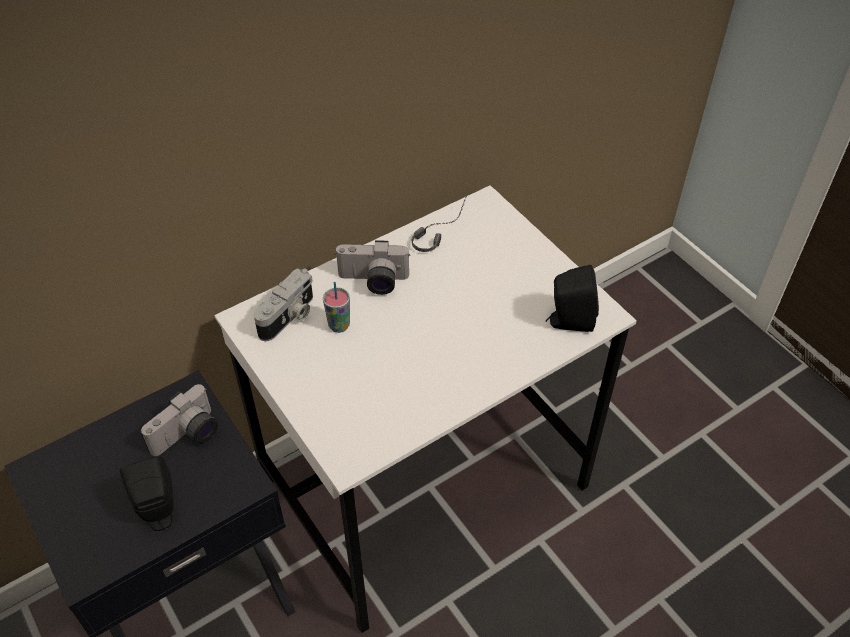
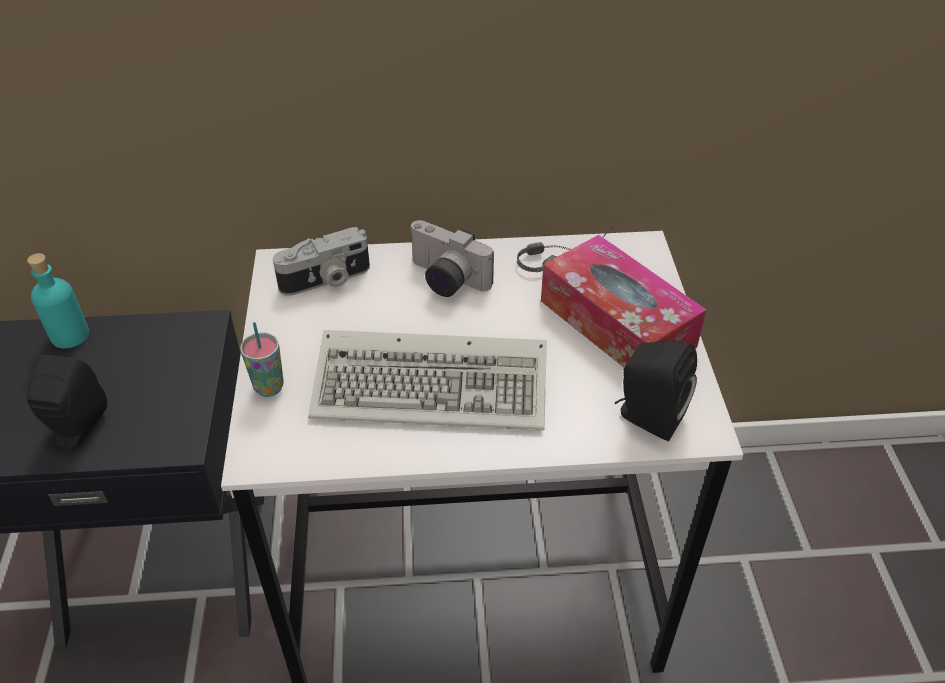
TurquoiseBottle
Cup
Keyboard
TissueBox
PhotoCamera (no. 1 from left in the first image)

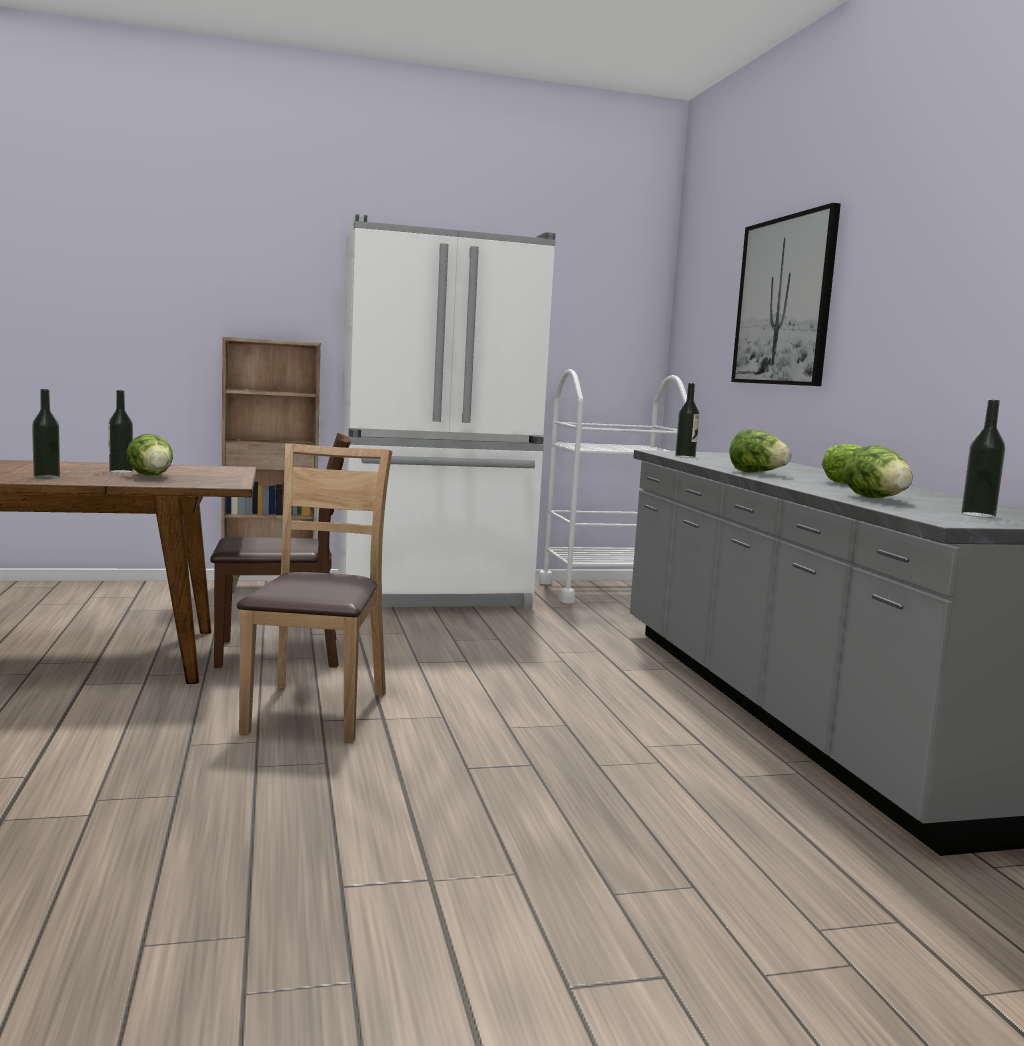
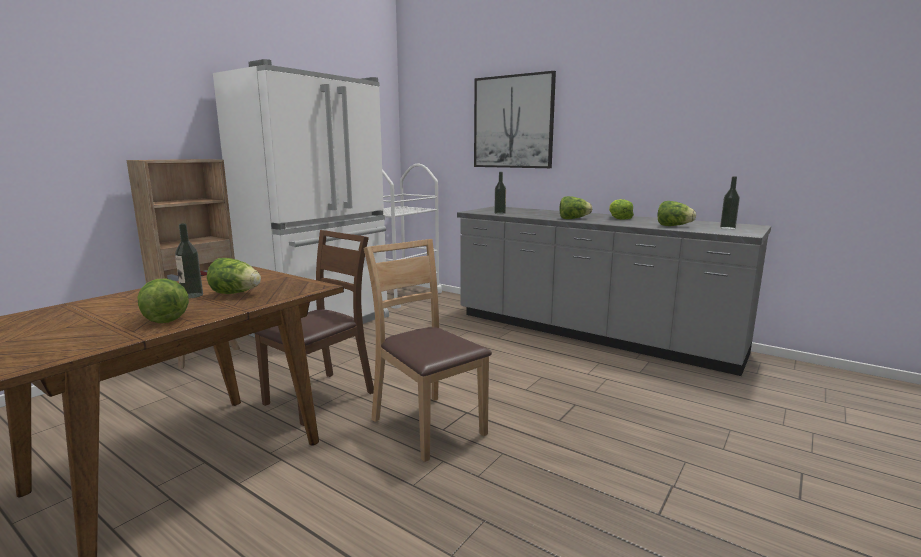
Lettuce (no. 1 from left)

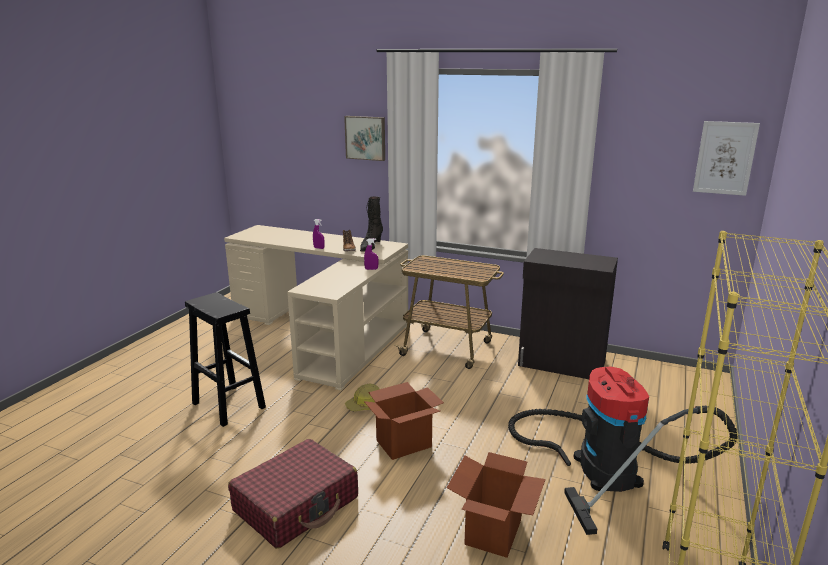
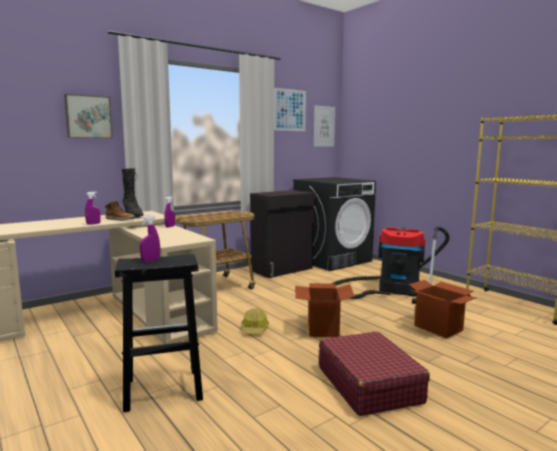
PurpleSprayBottle (no. 2 from left)
Picture (no. 2 from left)
BlackWashingMachine

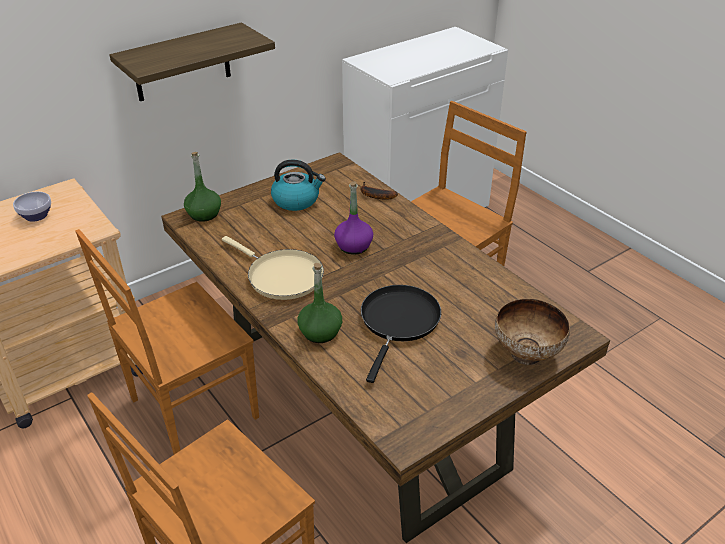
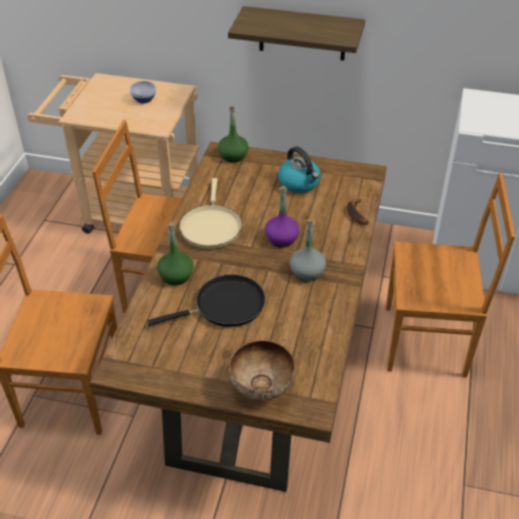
GreyBottle

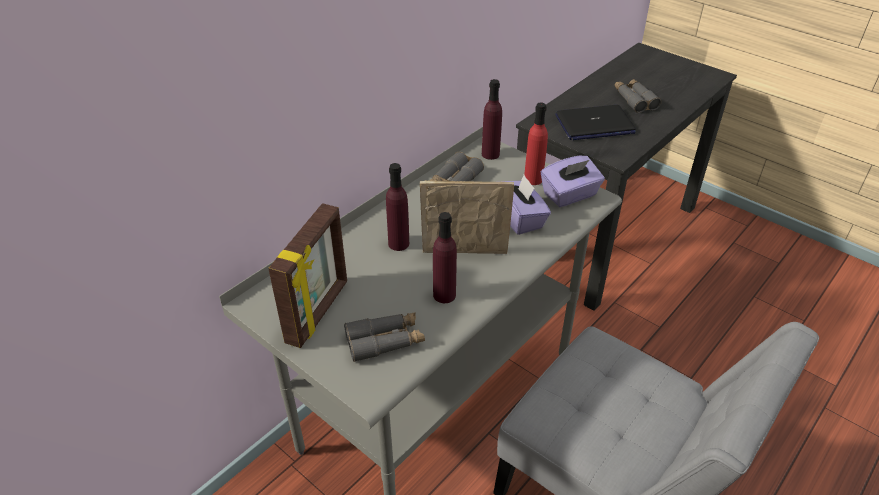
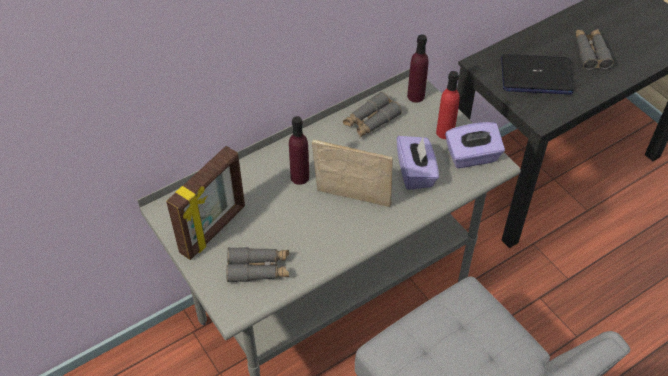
PurpleBottle (no. 2 from left in the first image)

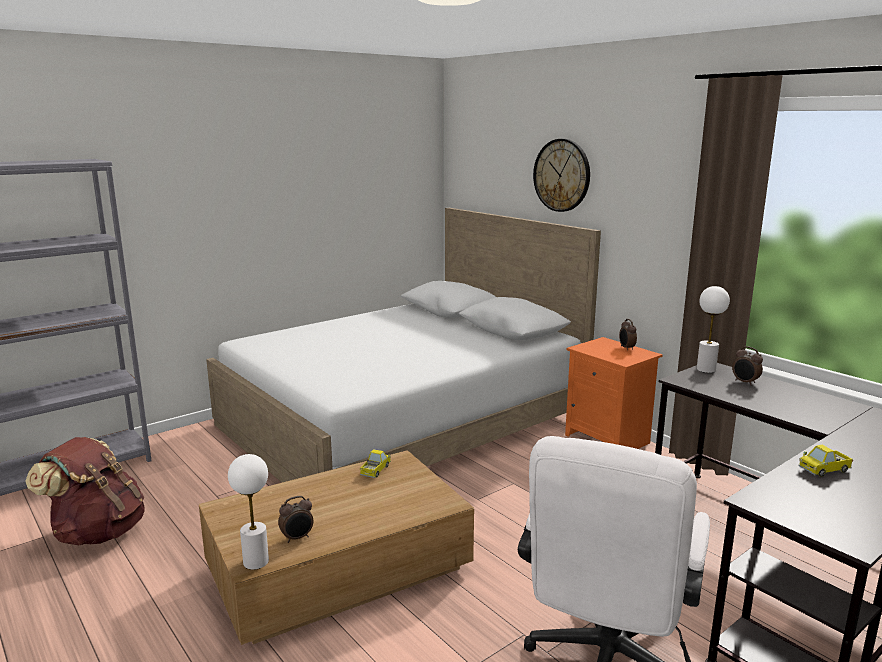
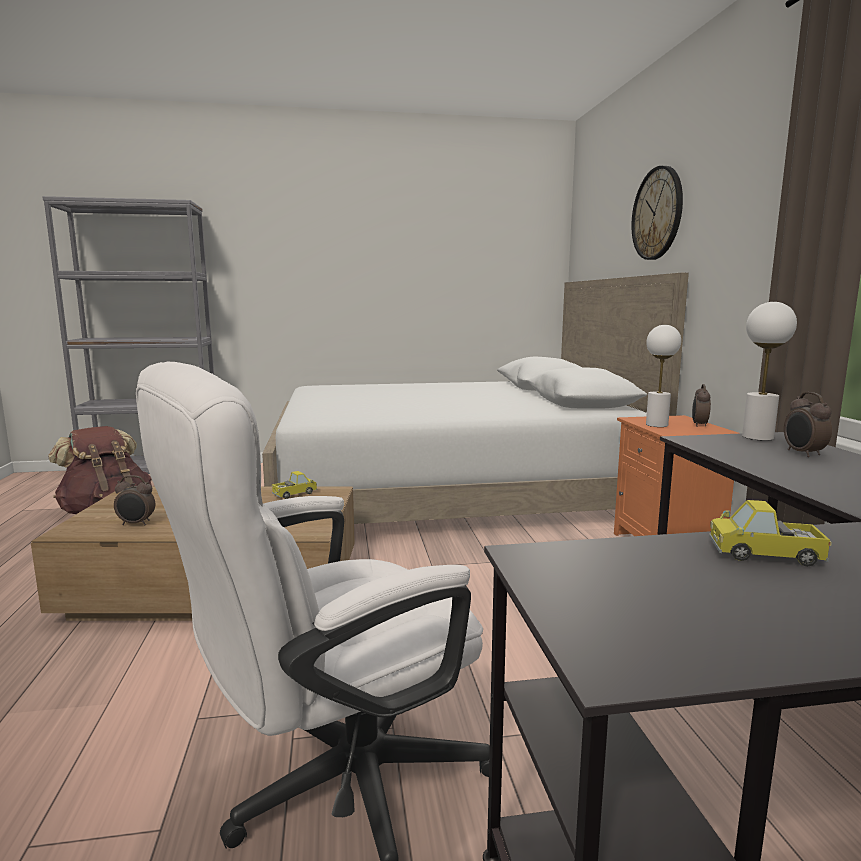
WhiteTableLamp (no. 1 from left)

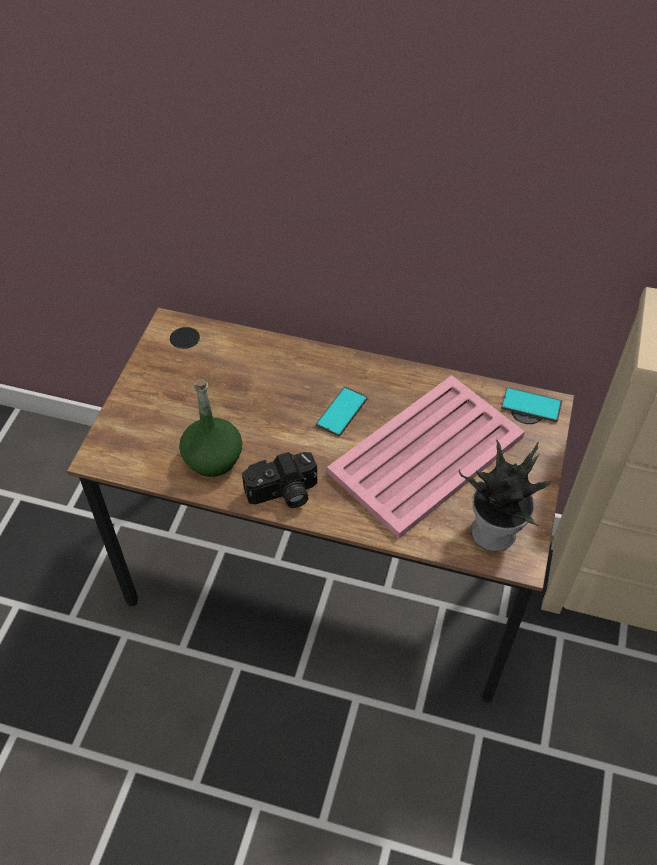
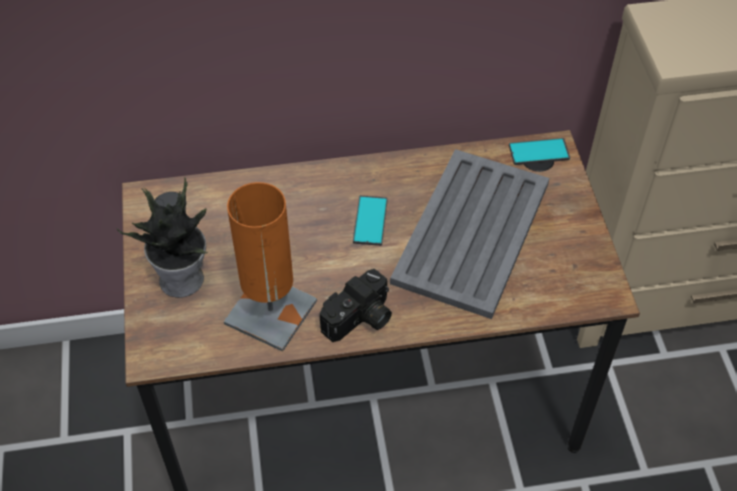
PottedPlant
OrangeTableLamp
GreyTray

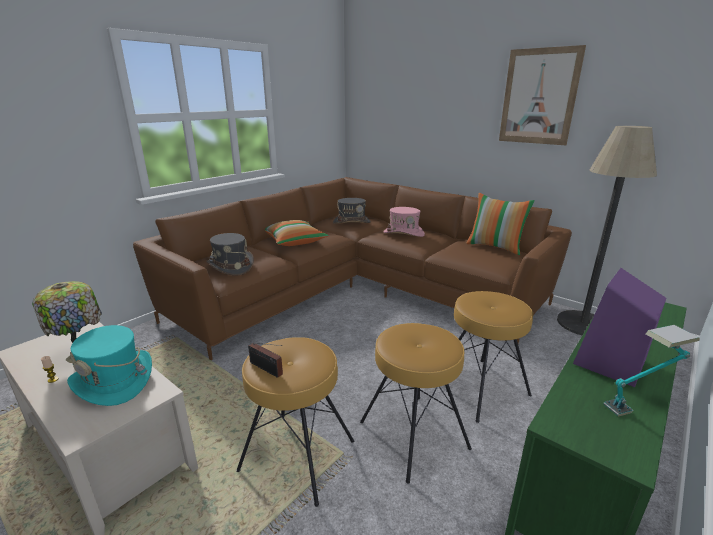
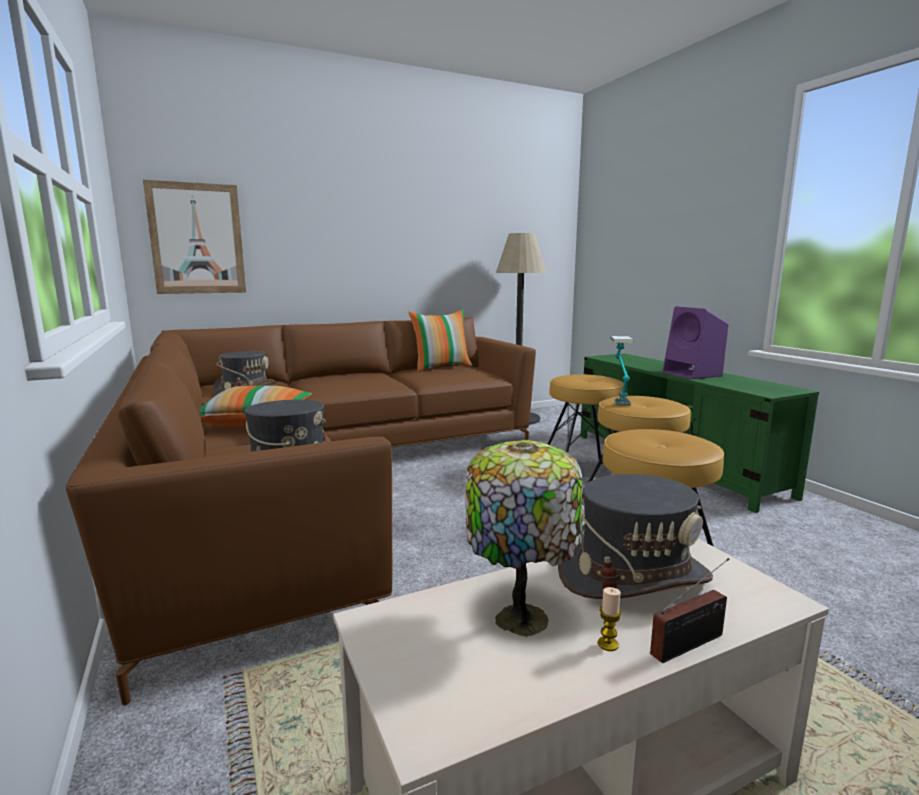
Picture
GreyHat (no. 3 from left)
TableLamp (no. 2 from left)
Radio
PinkHat

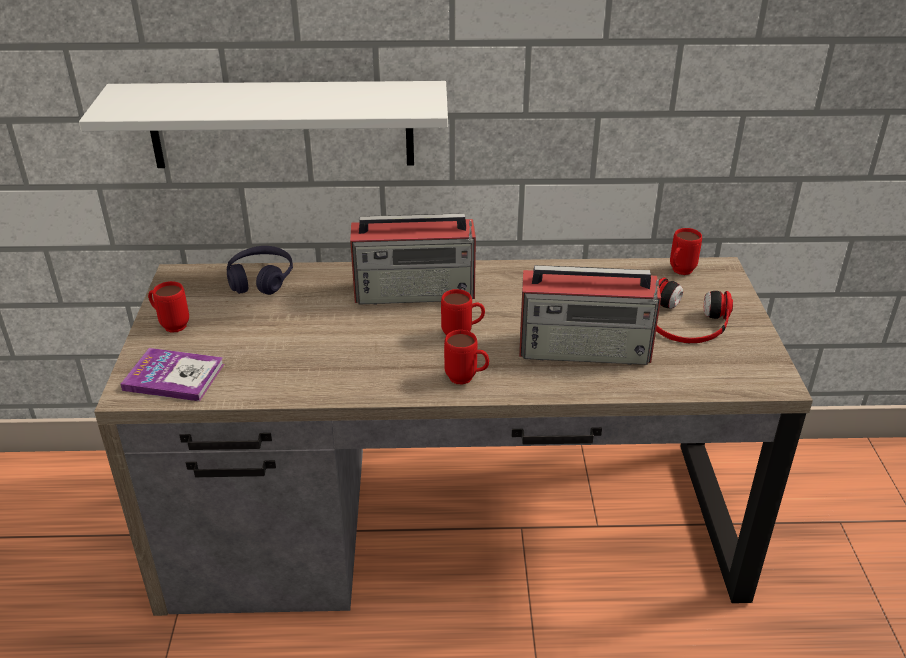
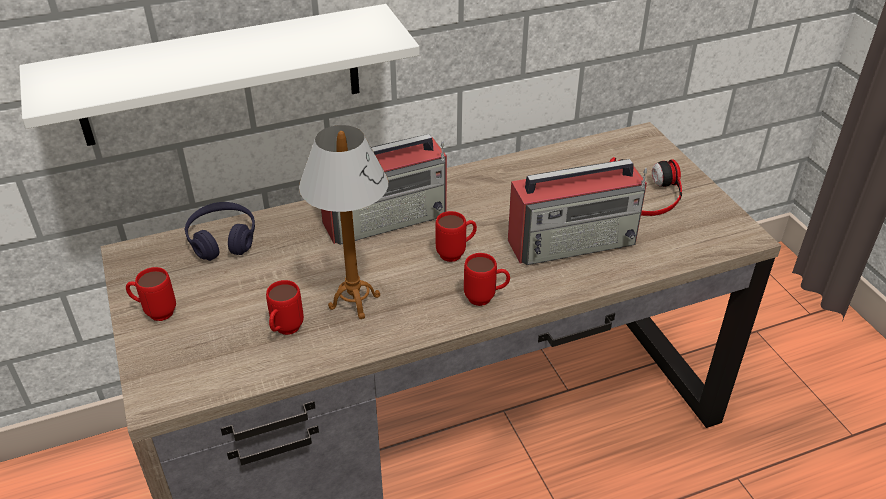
RedMug (no. 2 from left)
TableLamp
Book

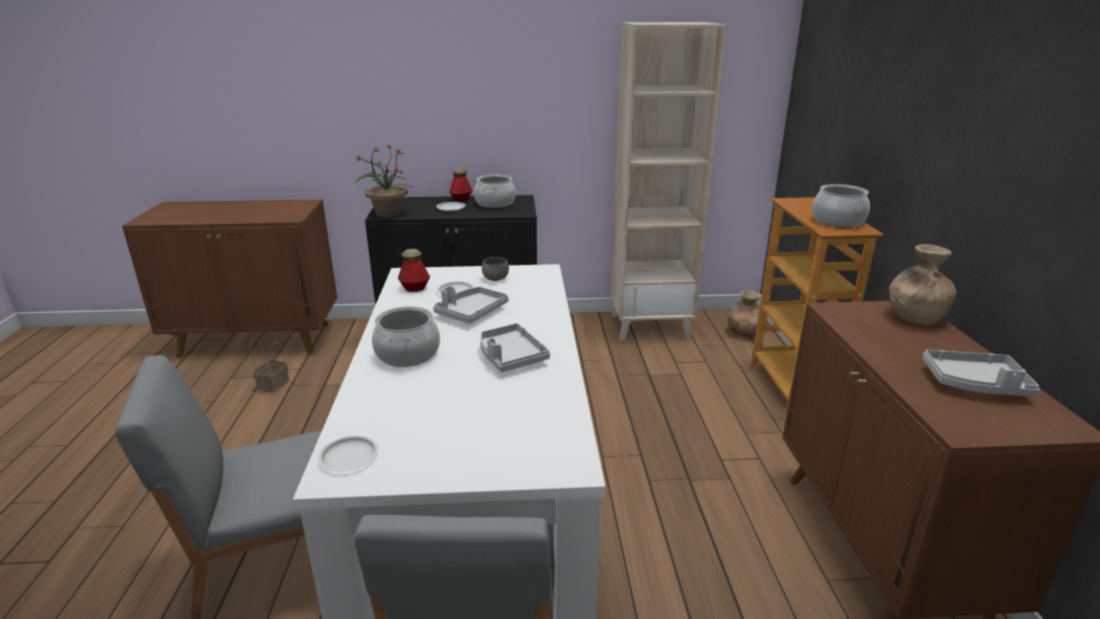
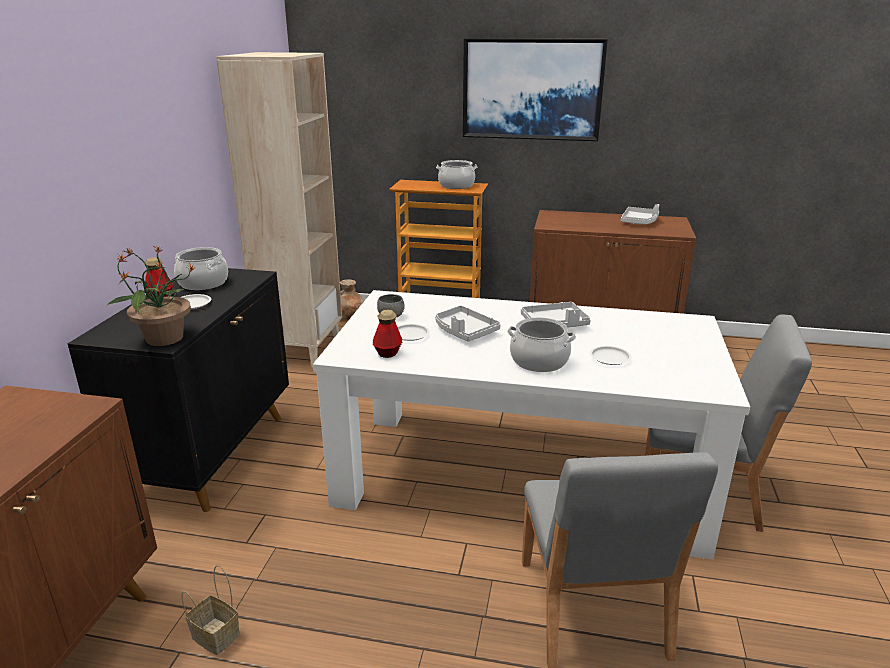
Picture
WhitePlate (no. 3 from left)
BrownVase (no. 2 from left in the first image)

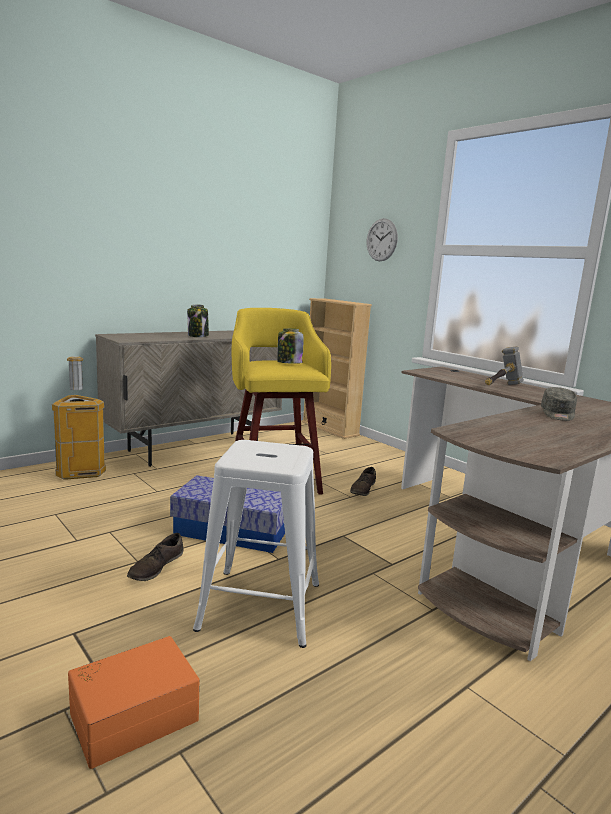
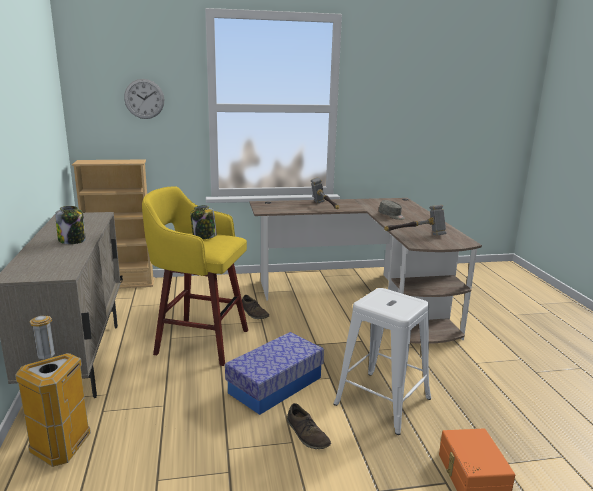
Hammer (no. 2 from left)

